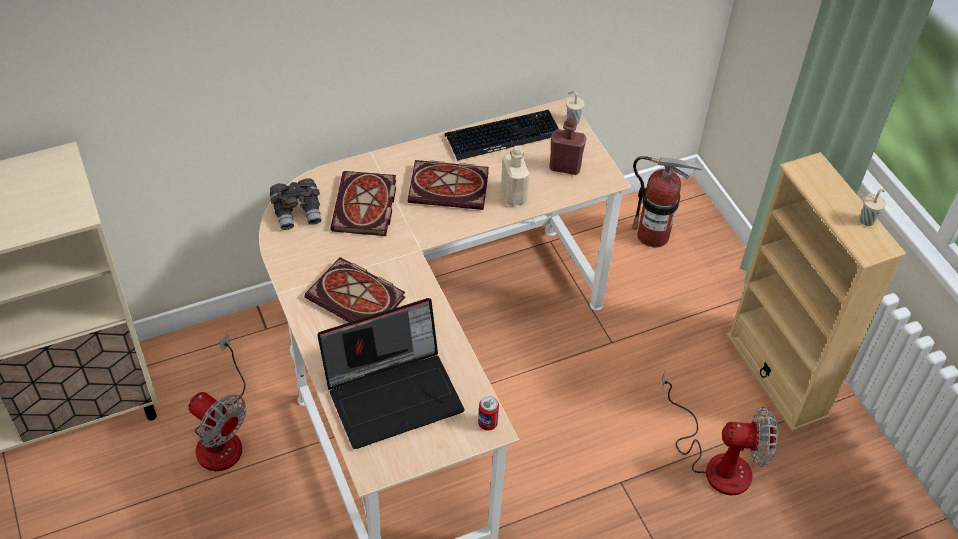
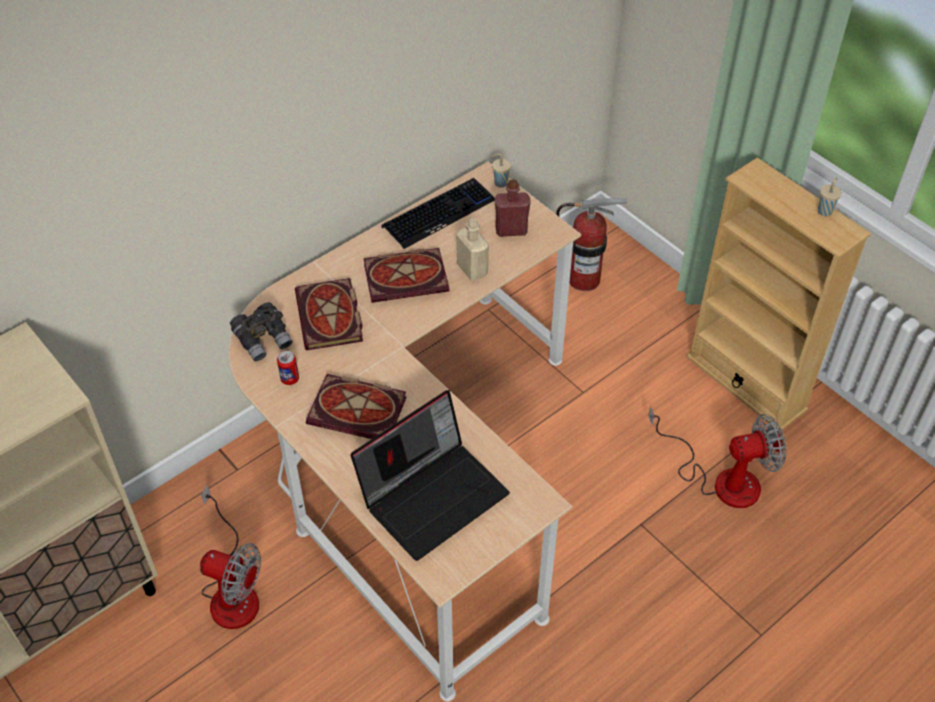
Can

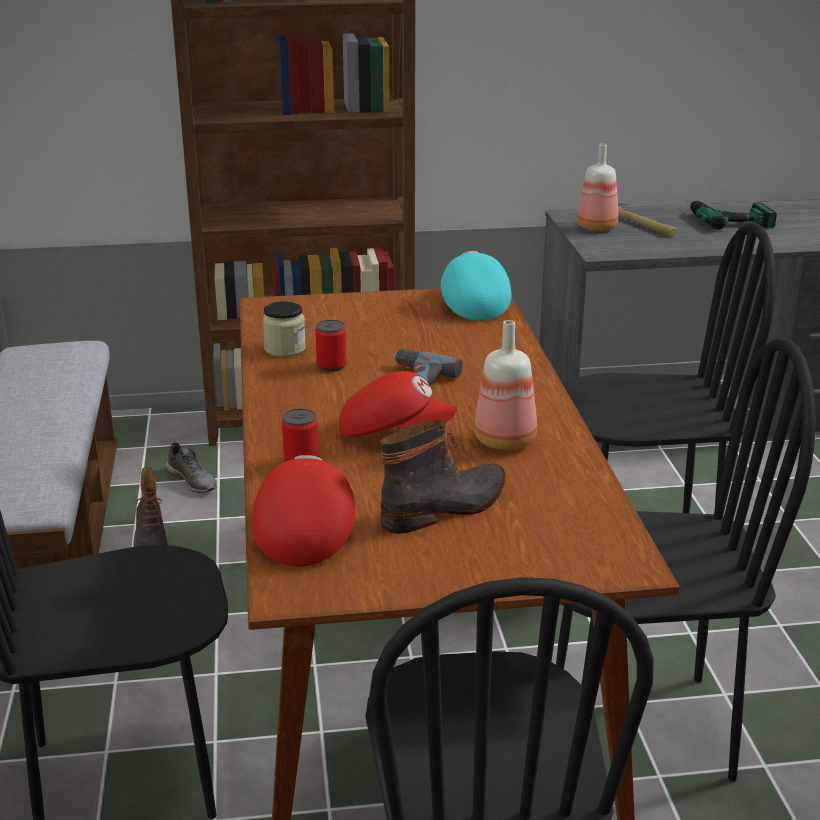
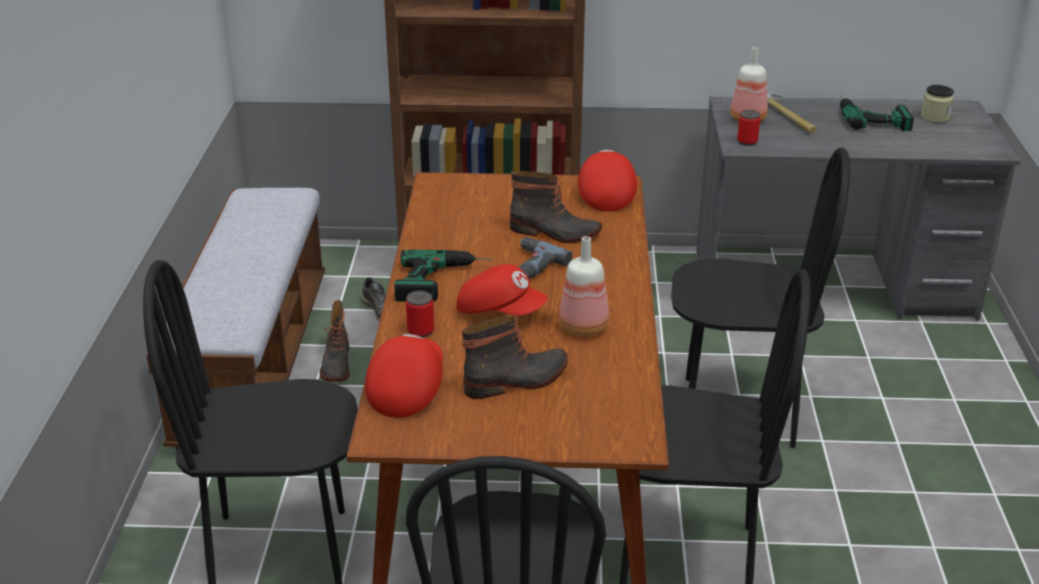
PowerDrill (no. 1 from left)
Boot (no. 3 from left)
RedCap (no. 3 from left)
Can (no. 2 from left)
Jar

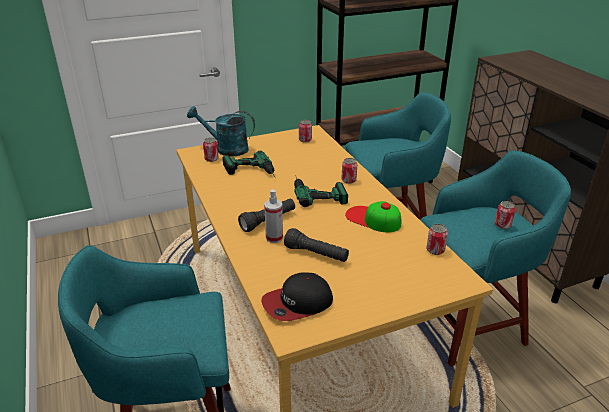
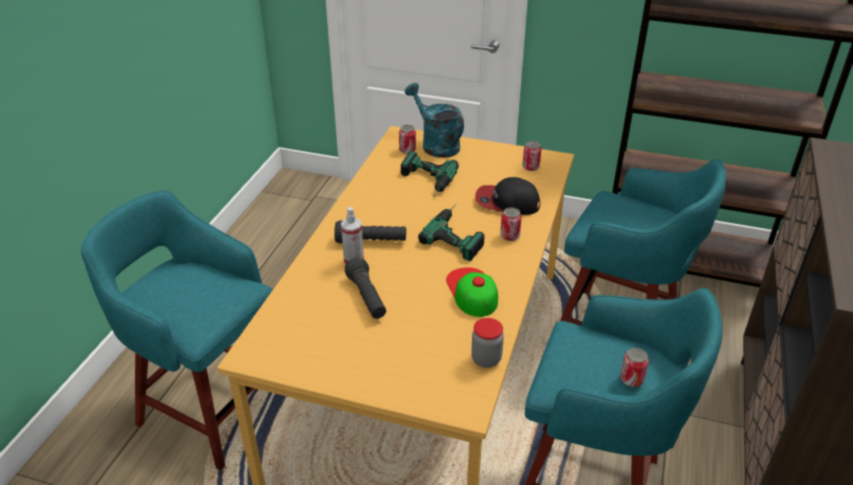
Jar
Cap (no. 2 from left)

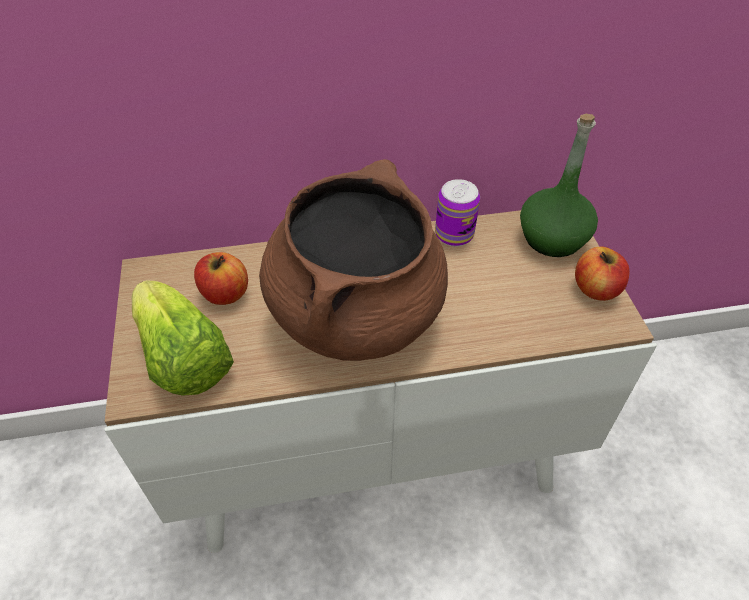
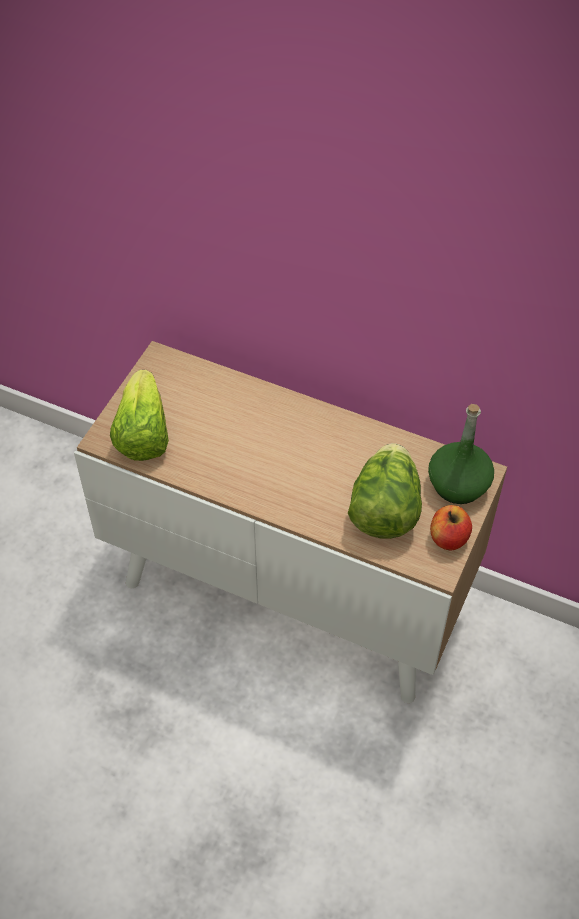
Lettuce (no. 2 from left)
Apple (no. 1 from left in the first image)
BrownCookingPot
Can

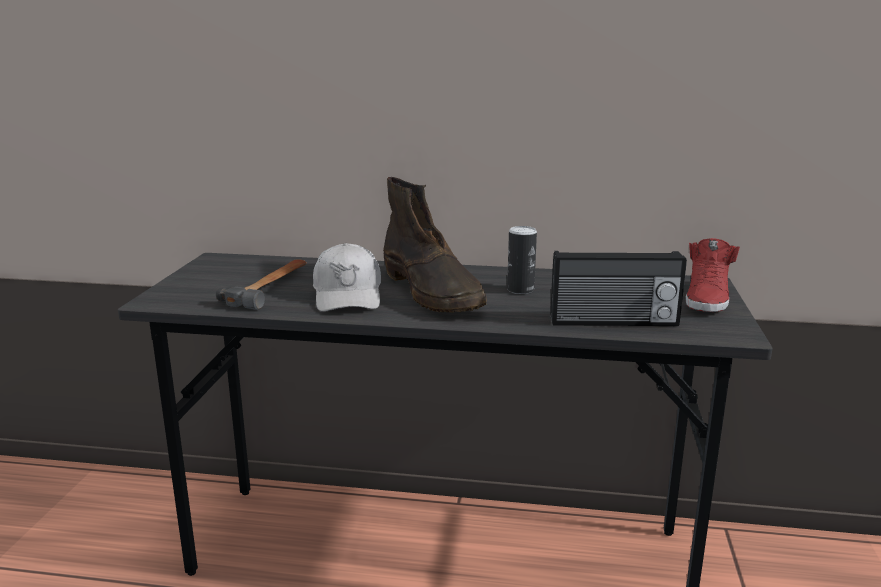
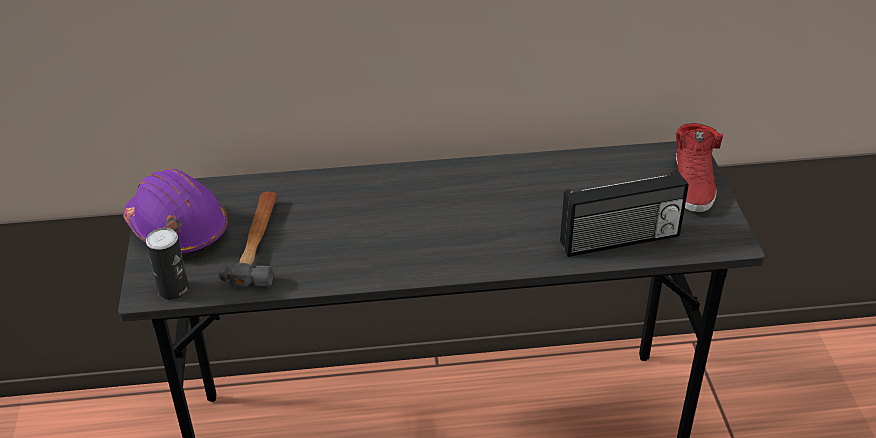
PurpleHardHat
Can
WhiteCap
BrownBoot

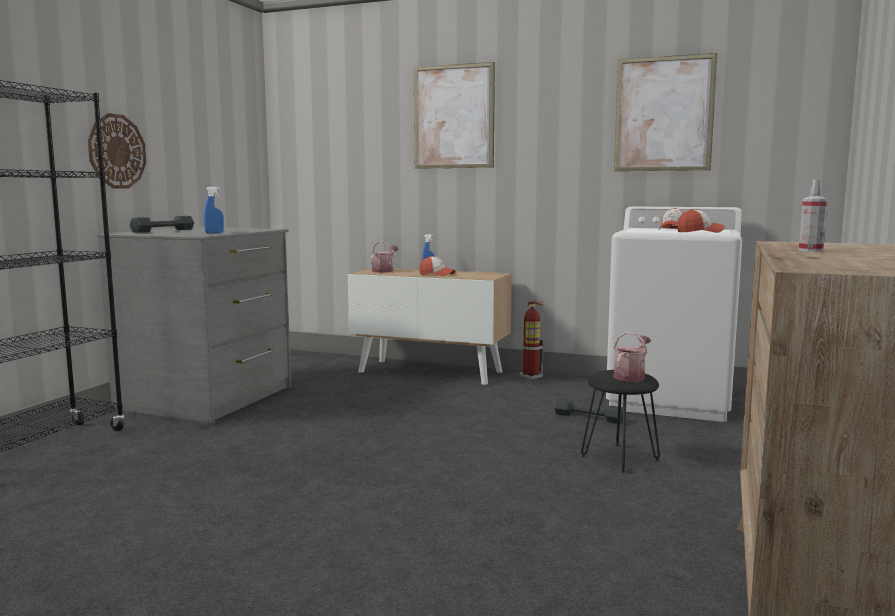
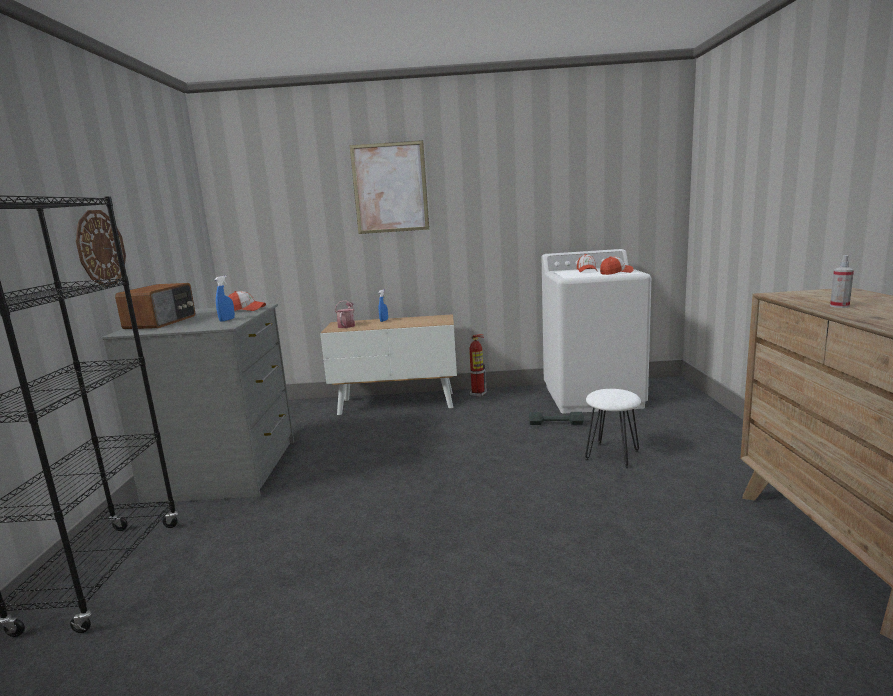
Radio
Cap (no. 1 from left)
WhiteStool
Picture (no. 2 from left in the first image)
WateringCan (no. 2 from left in the first image)

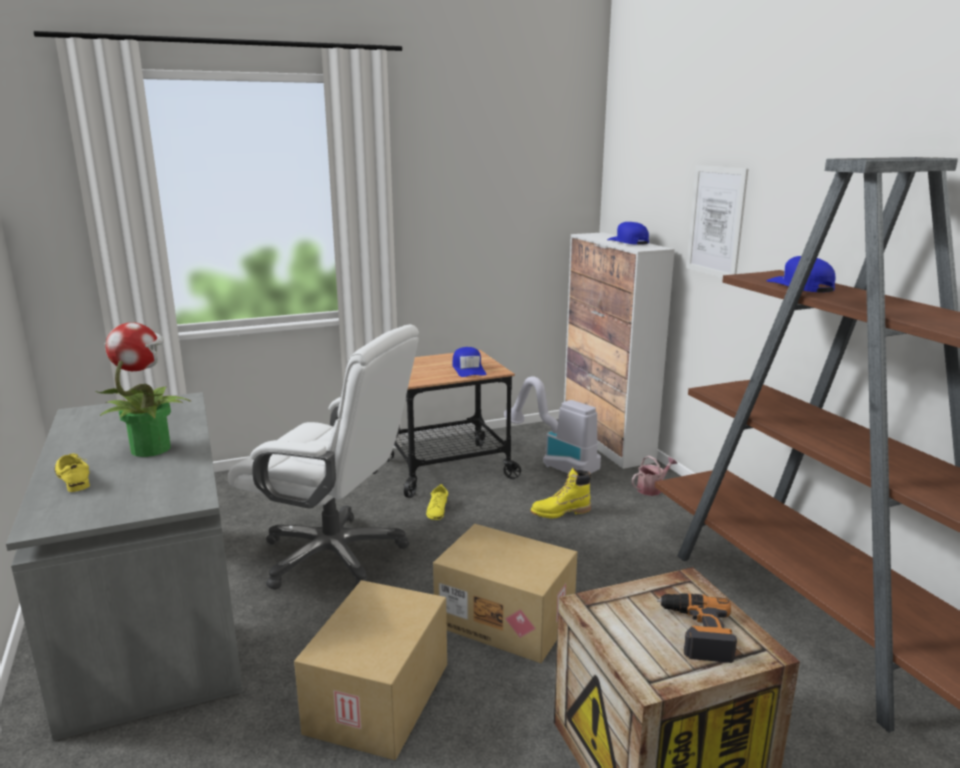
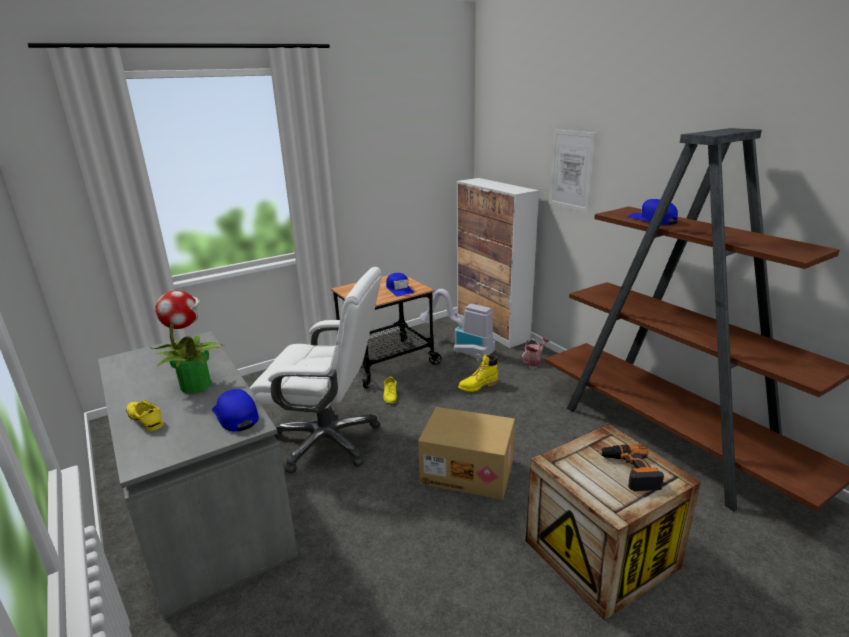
BlueCap (no. 1 from left)
CardboardBox (no. 1 from left in the first image)

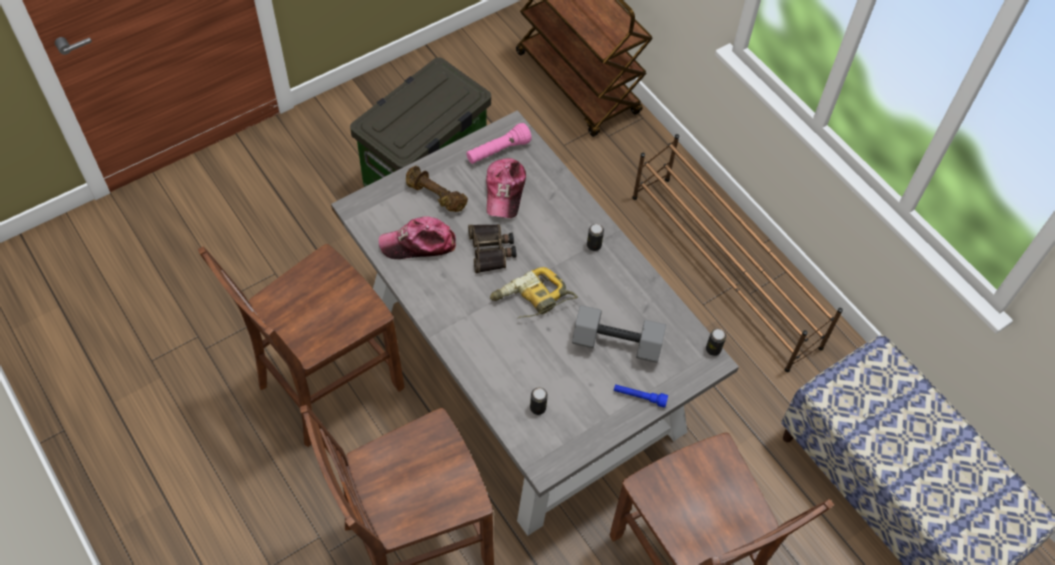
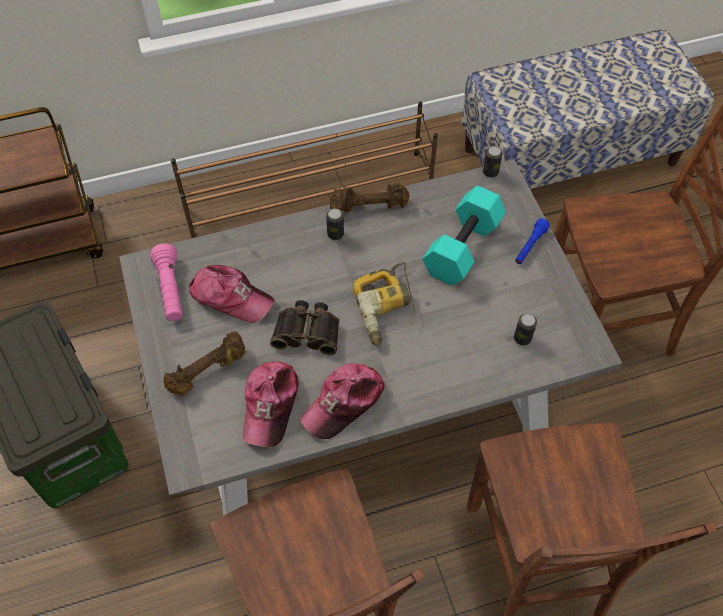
Cap (no. 3 from left)
BrownDumbbell (no. 2 from left)
TurquoiseDumbbell

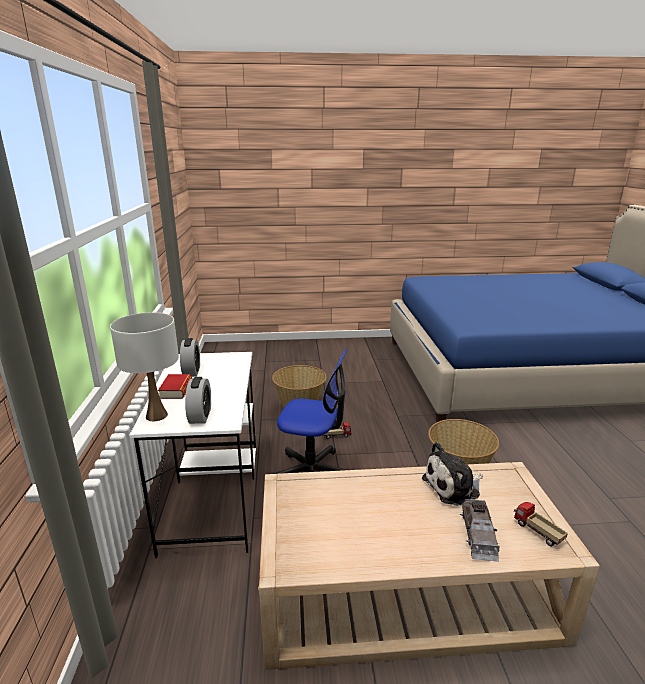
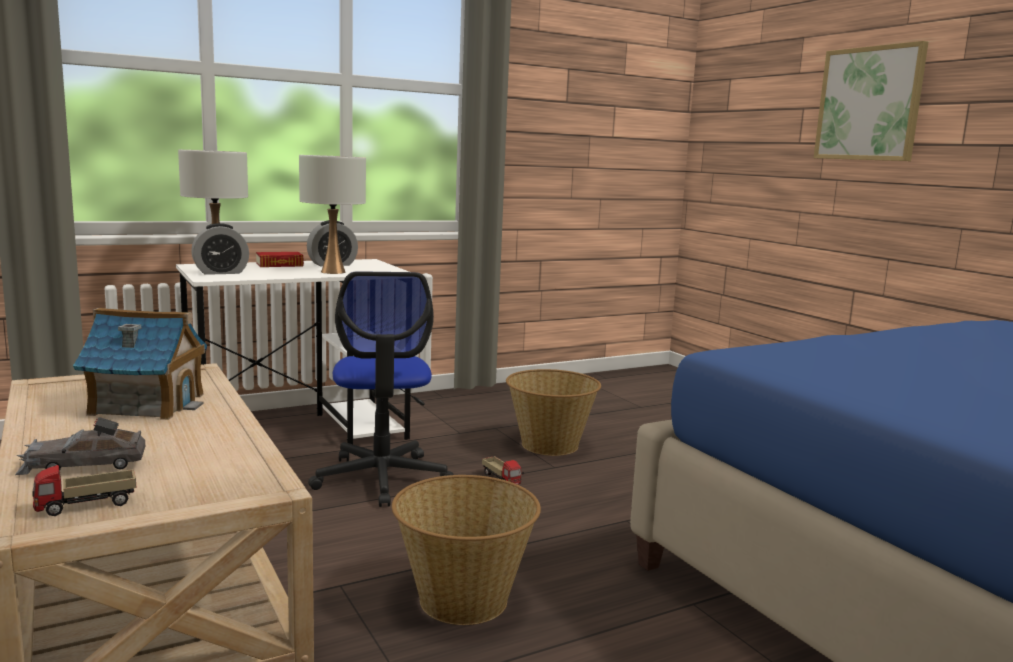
ToyTruck (no. 1 from left)
ToyHouse
WhiteTableLamp (no. 2 from left)
Picture
PlushToy

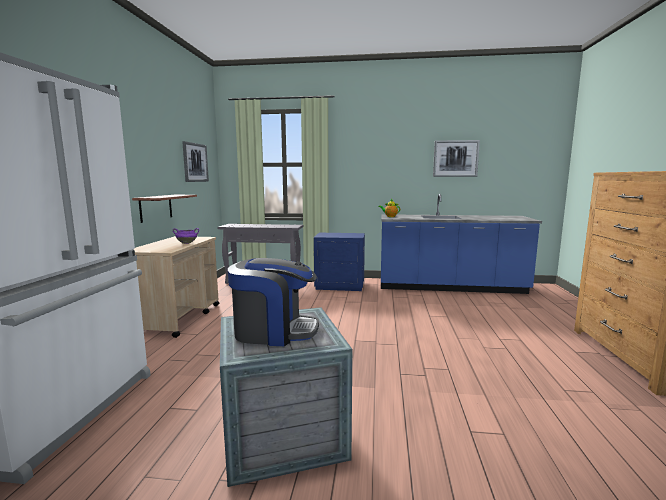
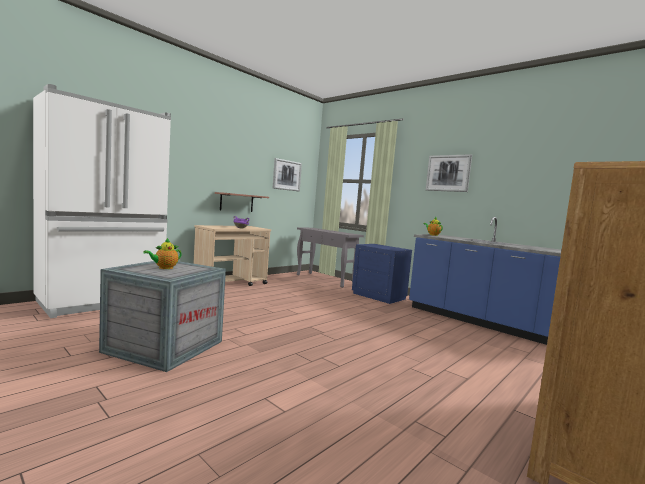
Teapot (no. 1 from left)
Picture (no. 2 from left)

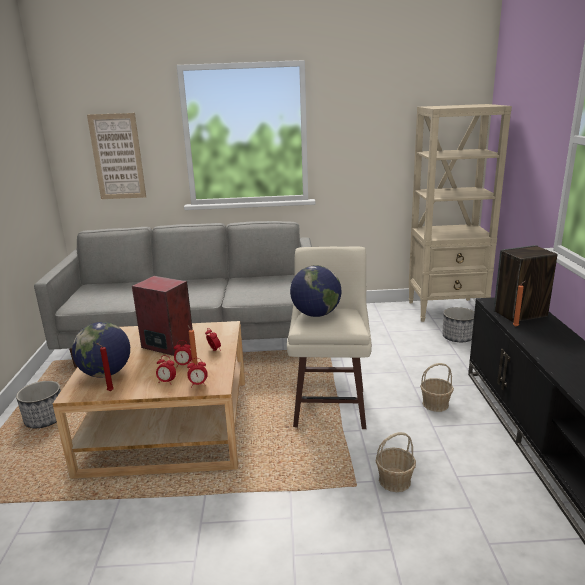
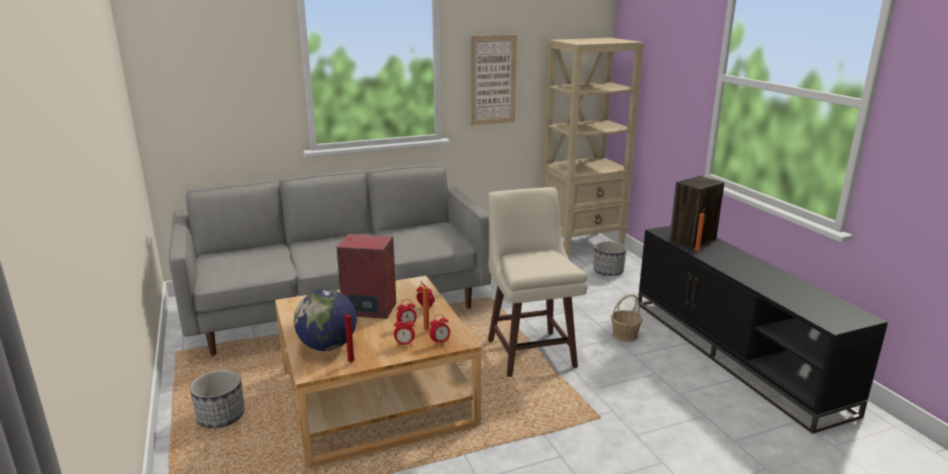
Picture
Globe (no. 2 from left in the first image)
Basket (no. 1 from left in the first image)

